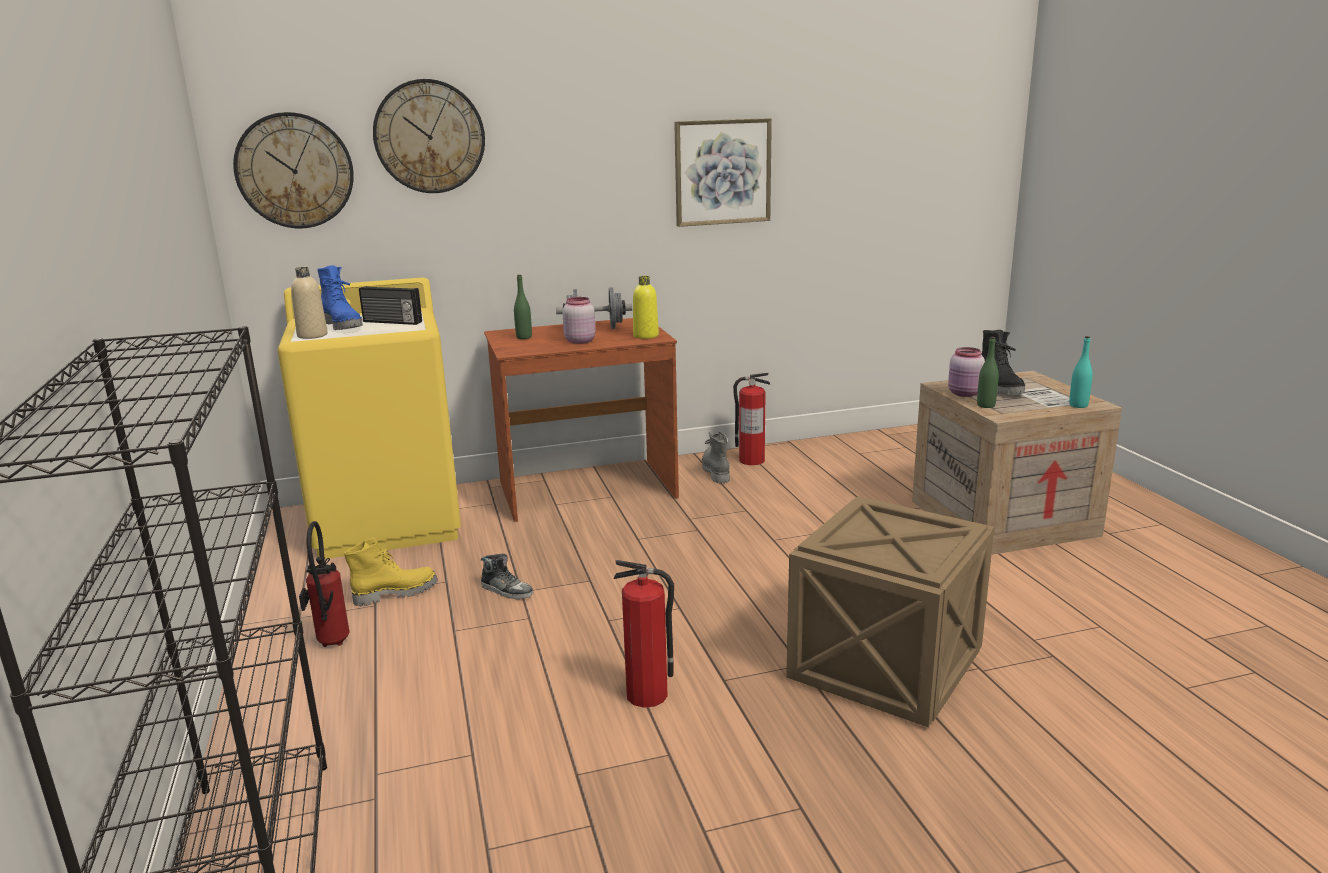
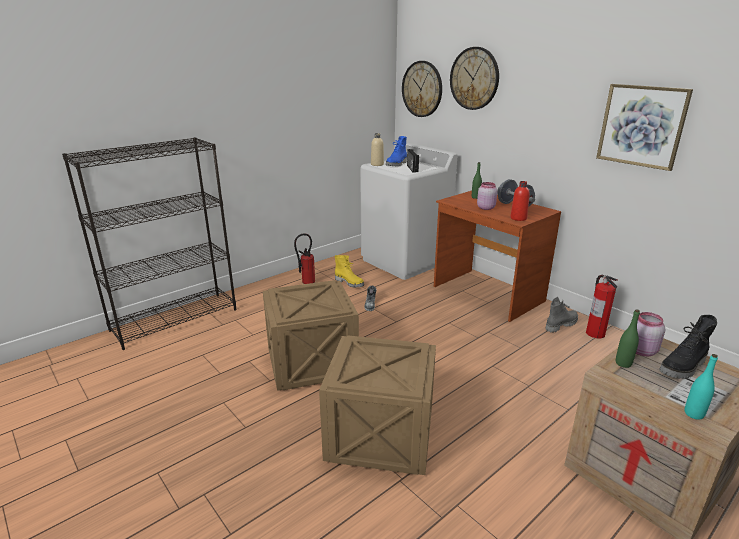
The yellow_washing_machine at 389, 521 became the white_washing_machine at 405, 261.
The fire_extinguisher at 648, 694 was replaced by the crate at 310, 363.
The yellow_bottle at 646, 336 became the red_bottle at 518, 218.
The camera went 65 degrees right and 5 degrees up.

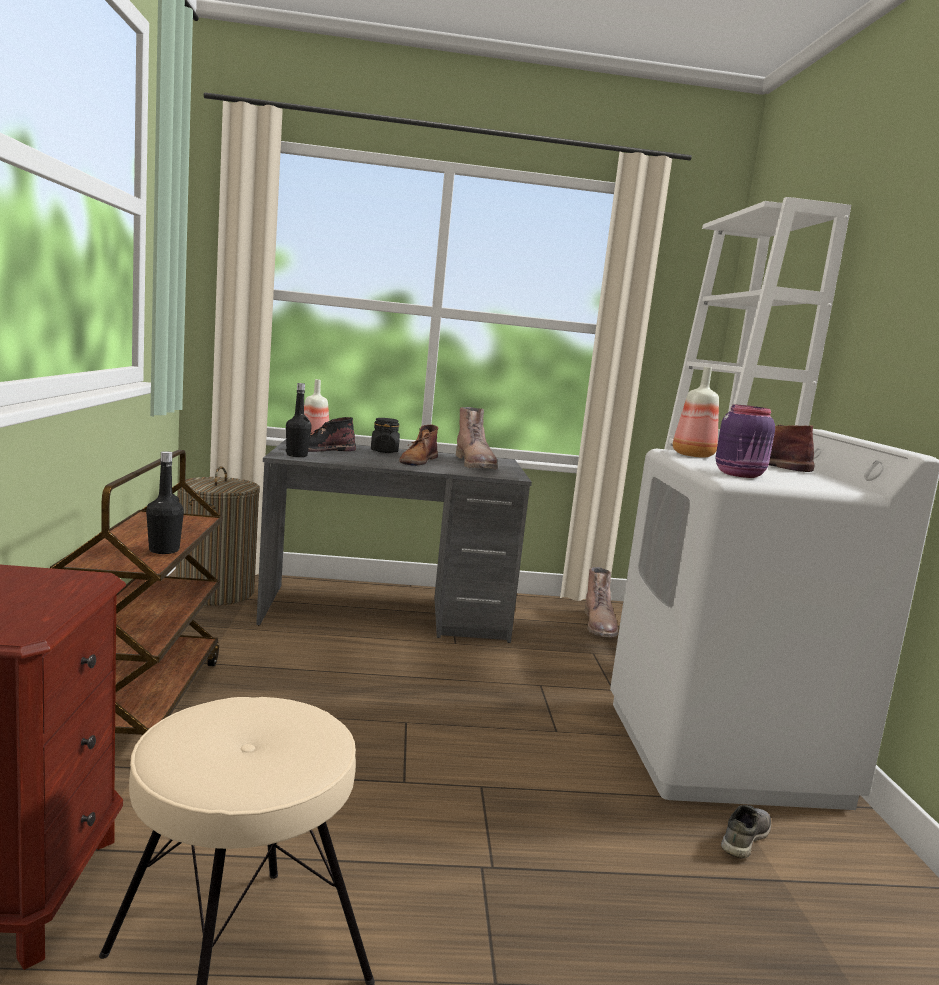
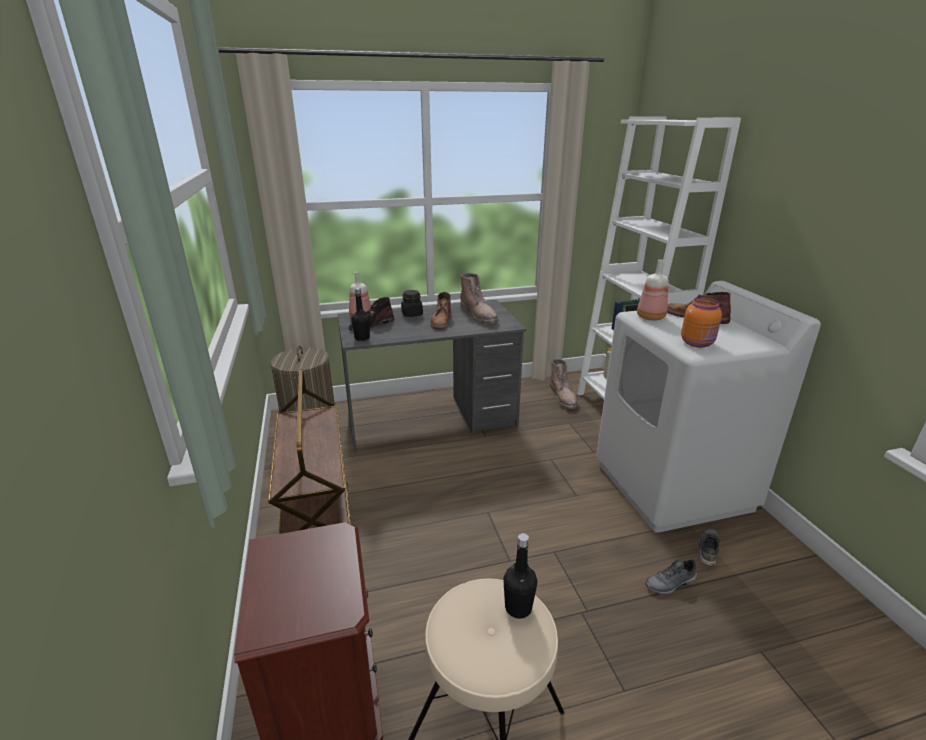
The black_bottle moved from 164, 550 to 518, 607.
The purple_jar at 741, 475 became the orange_jar at 698, 343.
The grey_shoe at 671, 583 appeared.
The camera went 10 degrees left and 15 degrees up.

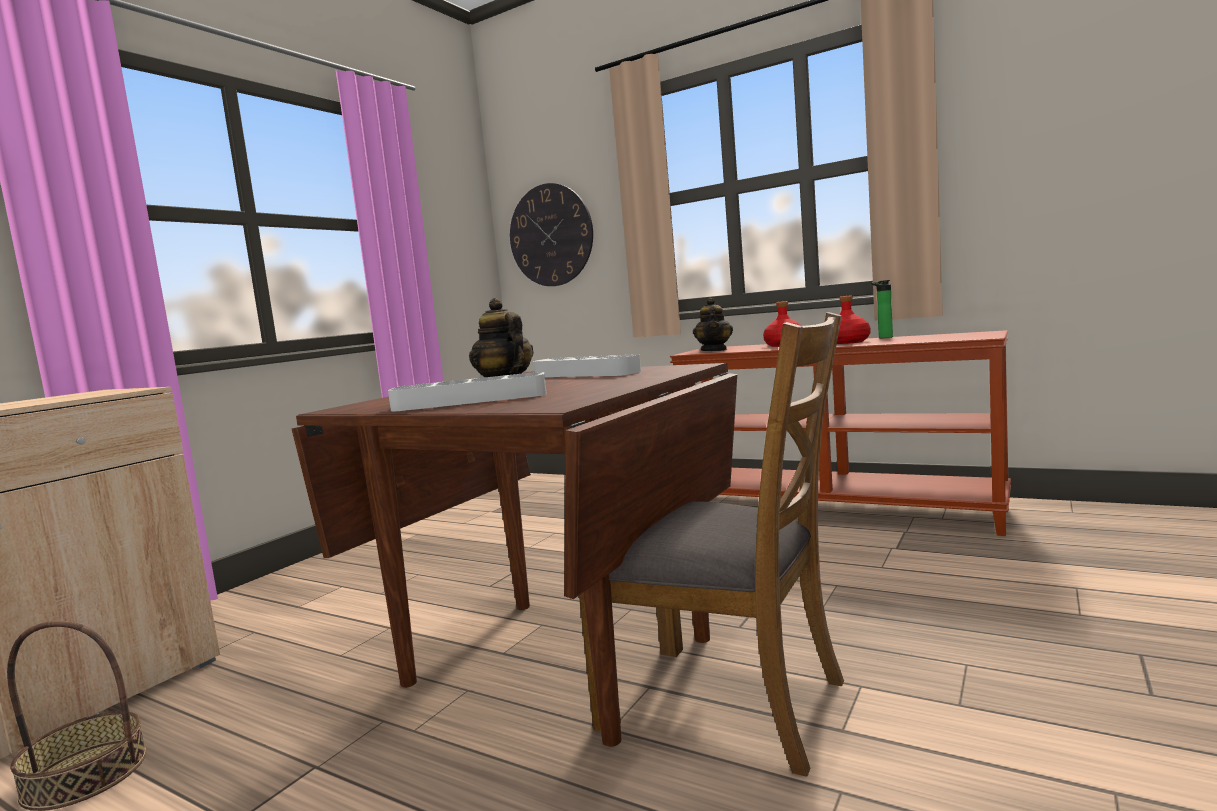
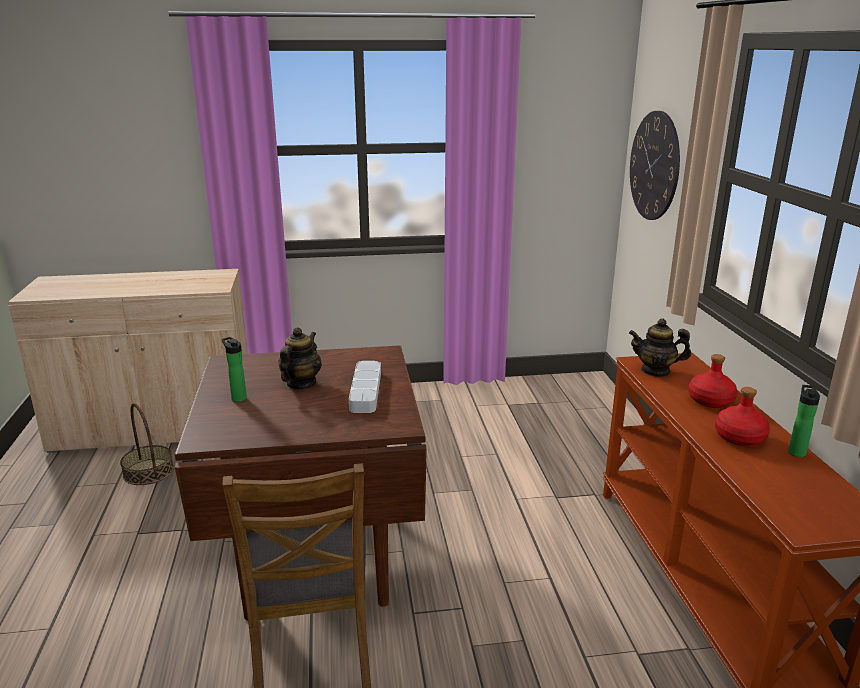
The grey_tray at 470, 401 was replaced by the bottle at 237, 398.
The teapot at 714, 350 turned 45 degrees clockwise.
The camera went 50 degrees right and 15 degrees up.

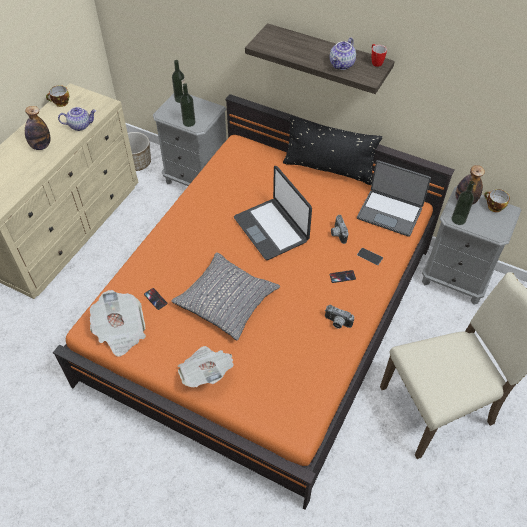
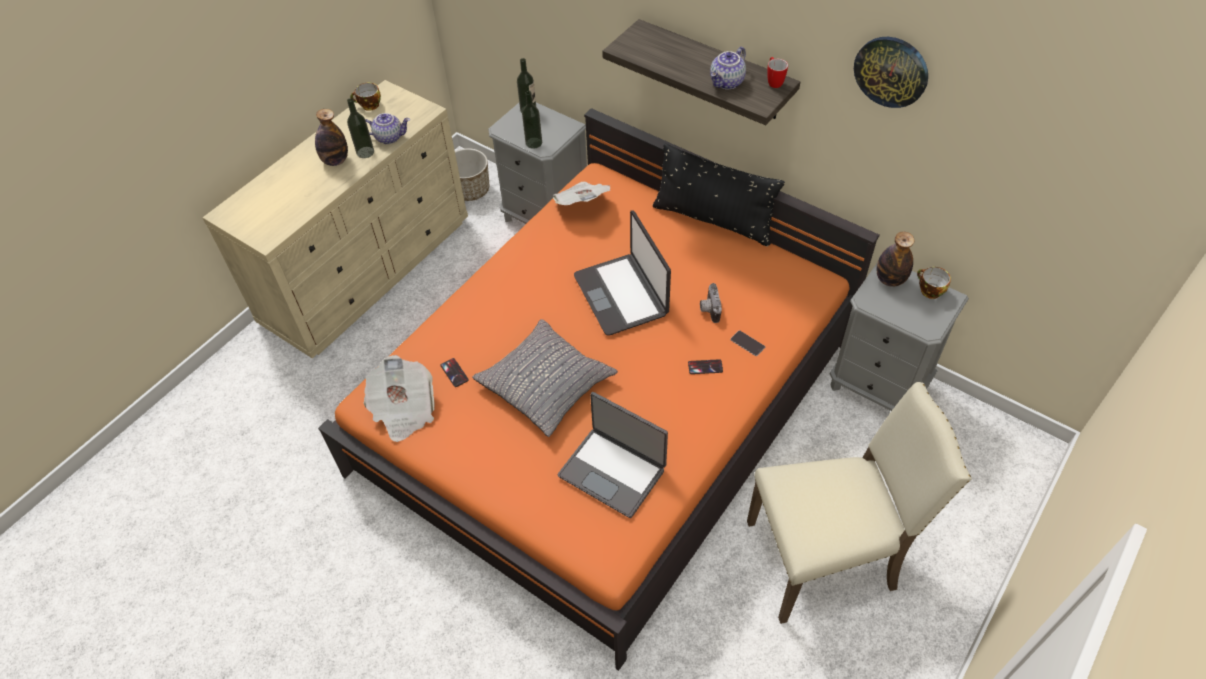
The newspaper moved from 206, 372 to 582, 204.
The photo_camera at 337, 323 disappeared.
The laptop moved from 390, 213 to 613, 471.
The bottle moved from 458, 219 to 365, 152.
The wall_clock at 891, 71 appeared.
The camera went 10 degrees right and 0 degrees up.

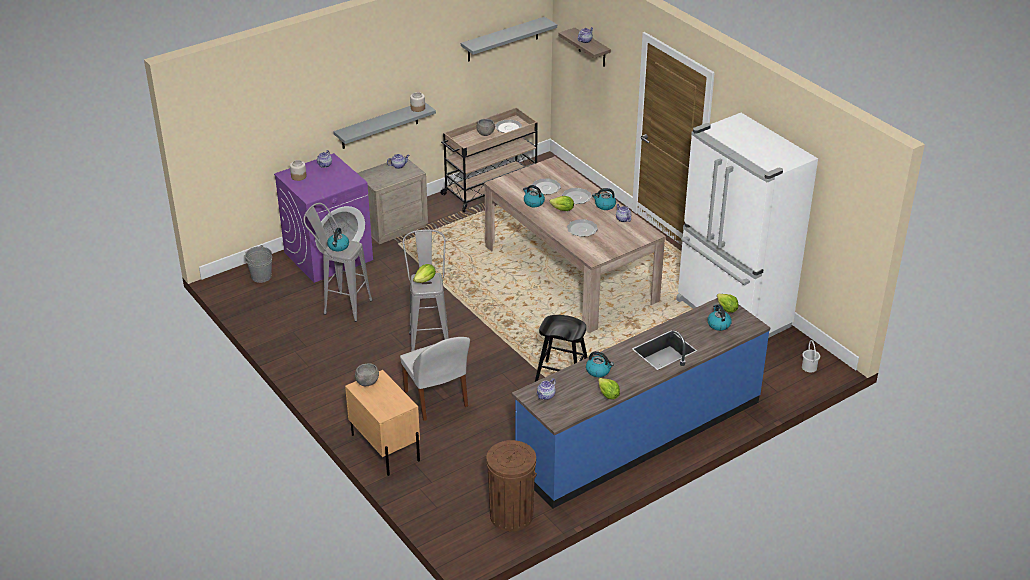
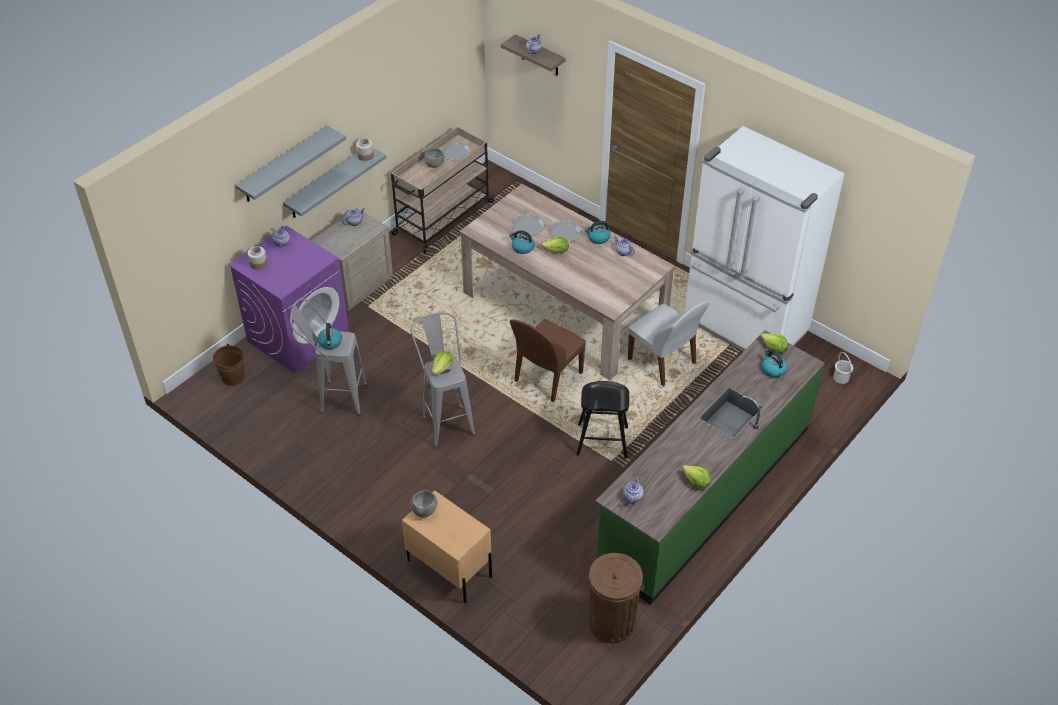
The grey_bucket at 261, 276 became the brown_bucket at 233, 377.
The white_chair moved from 436, 400 to 663, 362.
The grey_shelf moved from 503, 39 to 284, 165.
The blue_counter at 639, 435 became the green_counter at 704, 494.
The plate at 582, 229 disappeared.
The kettle at 598, 371 disappeared.
The brown_chair at 547, 378 appeared.
The camera went 15 degrees left and 10 degrees up.

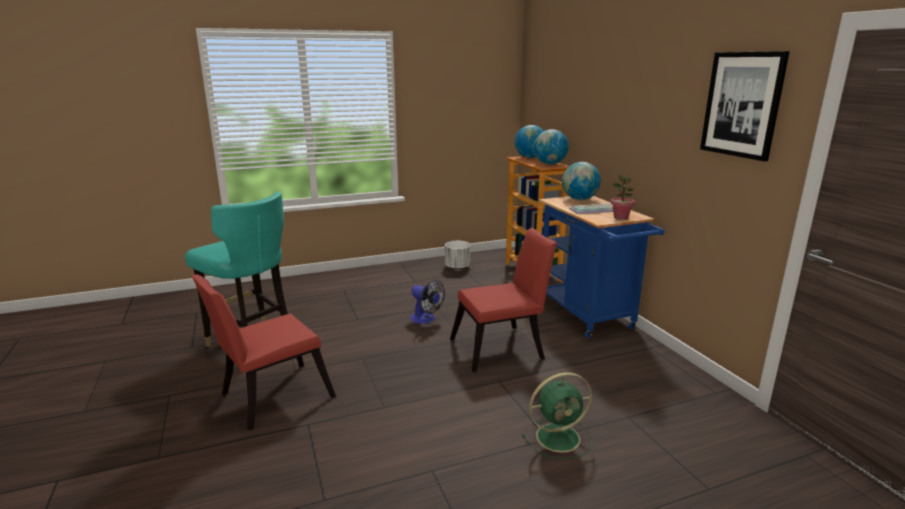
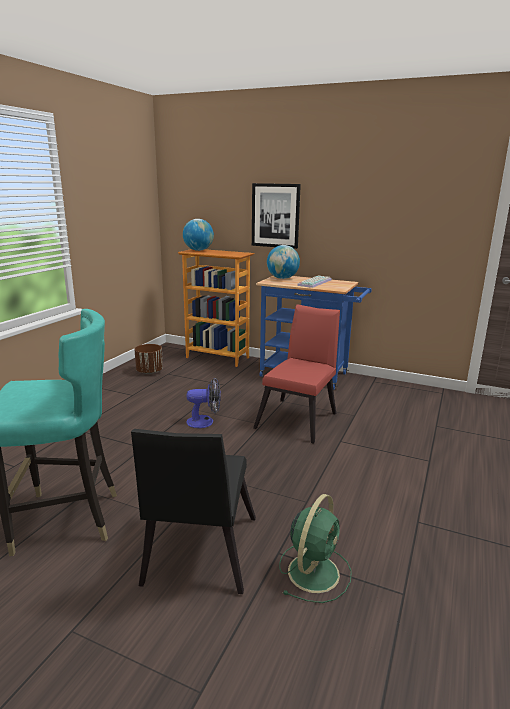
The red_chair at 270, 397 became the black_chair at 198, 555.
The white_planter at 457, 267 became the brown_planter at 150, 371.
The green_fan moved from 560, 437 to 314, 571.
The globe at 549, 164 disappeared.
The potted_plant at 621, 218 disappeared.
The picture moved from 742, 104 to 275, 215.
The camera went 45 degrees left and 0 degrees up.

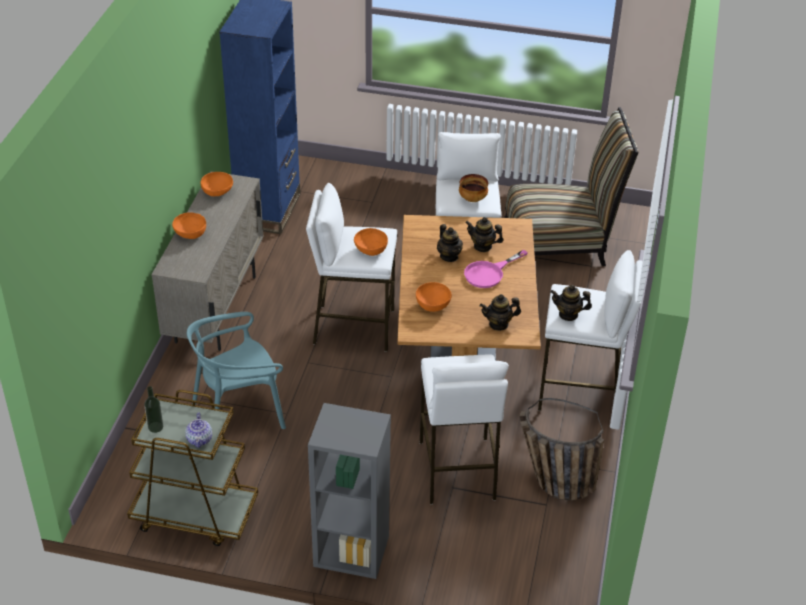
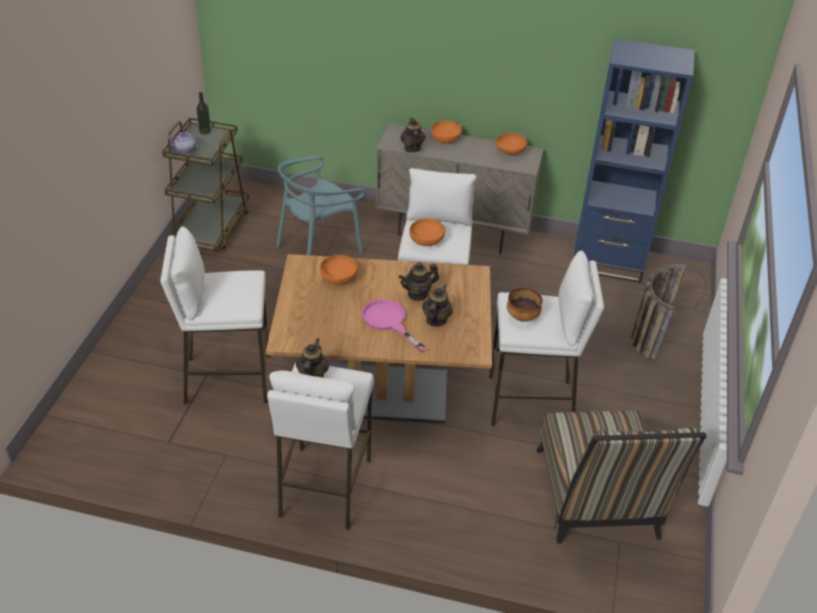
The turquoise_chair at 238, 413 turned 105 degrees counterclockwise.
The grey_bookcase at 350, 552 disappeared.
The teapot moved from 499, 324 to 412, 148.
The basket moved from 551, 482 to 652, 336.
The camera went 90 degrees right and 0 degrees up.

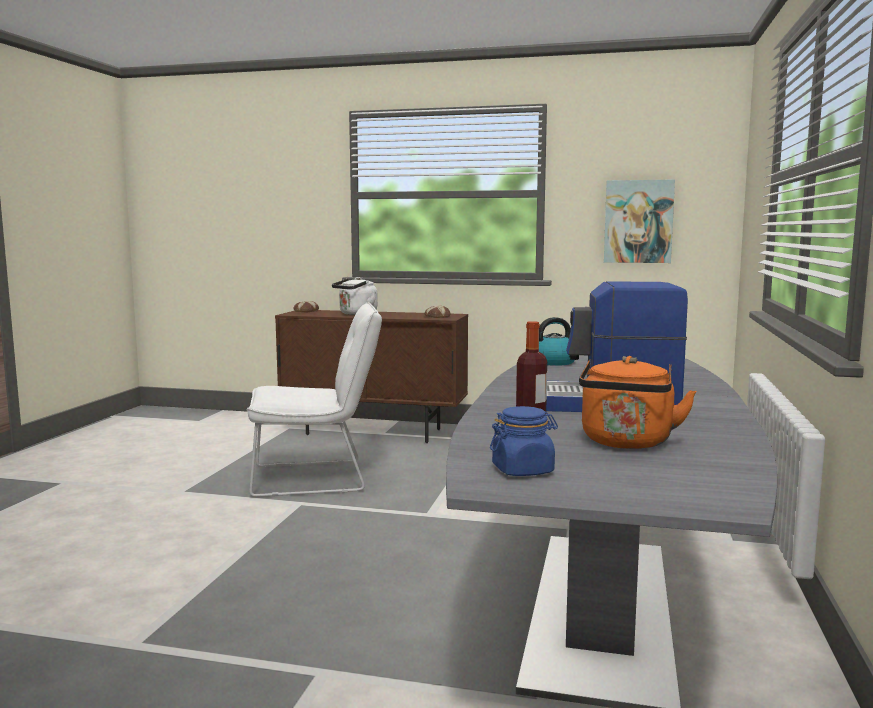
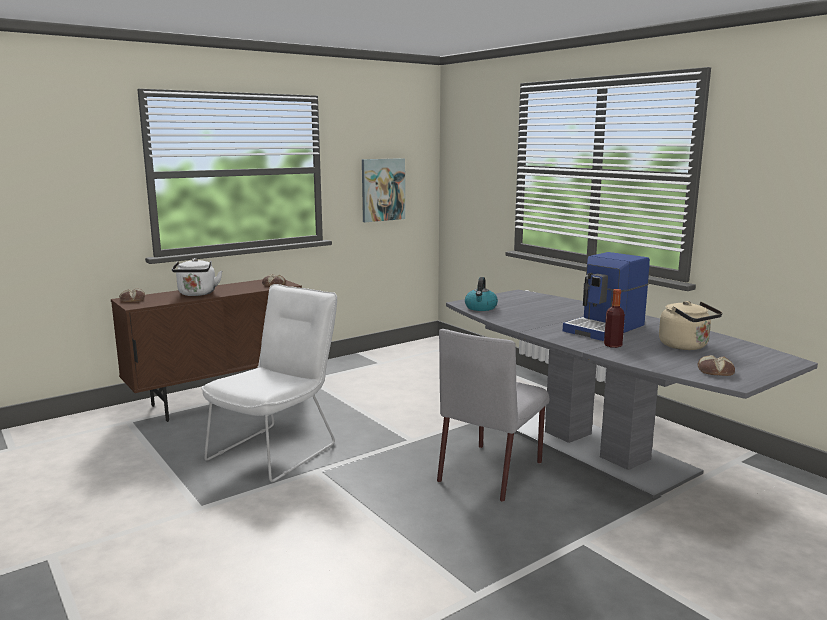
The blue_jar at 523, 470 was replaced by the bread at 715, 372.
The orange_kettle at 626, 443 became the beige_kettle at 686, 346.
The grey_chair at 491, 471 appeared.
The camera went 50 degrees left and 5 degrees up.

